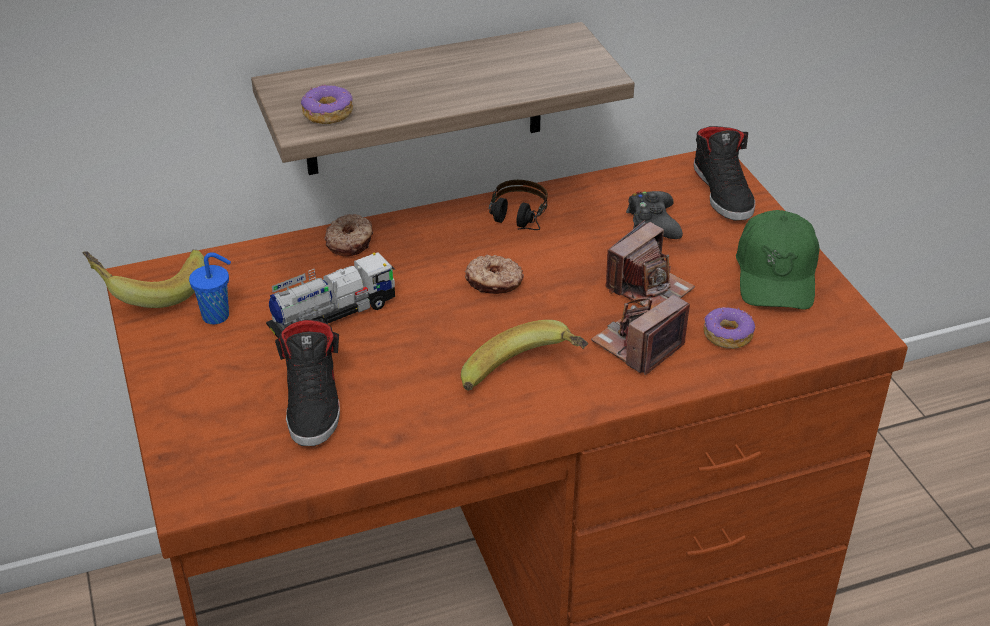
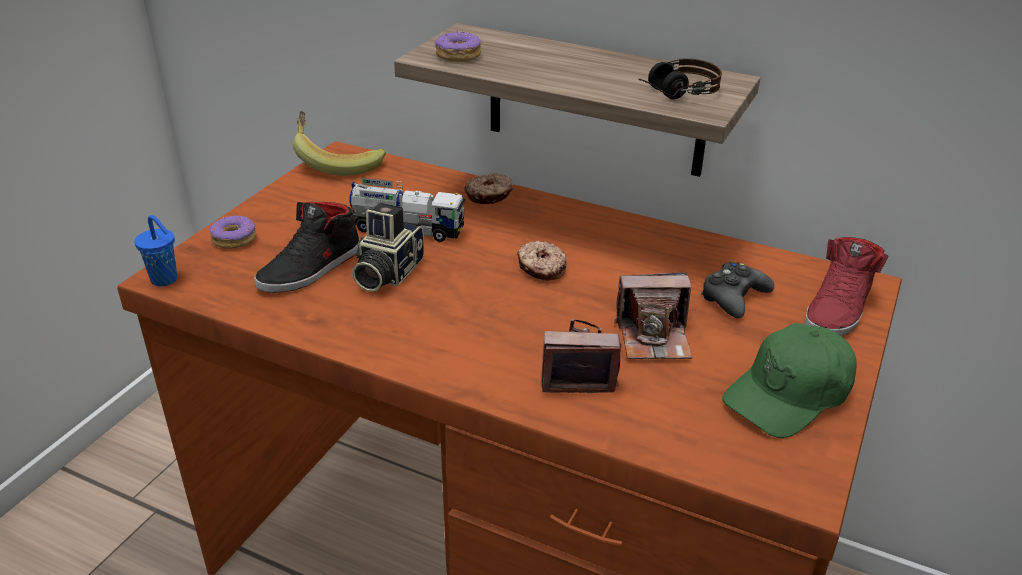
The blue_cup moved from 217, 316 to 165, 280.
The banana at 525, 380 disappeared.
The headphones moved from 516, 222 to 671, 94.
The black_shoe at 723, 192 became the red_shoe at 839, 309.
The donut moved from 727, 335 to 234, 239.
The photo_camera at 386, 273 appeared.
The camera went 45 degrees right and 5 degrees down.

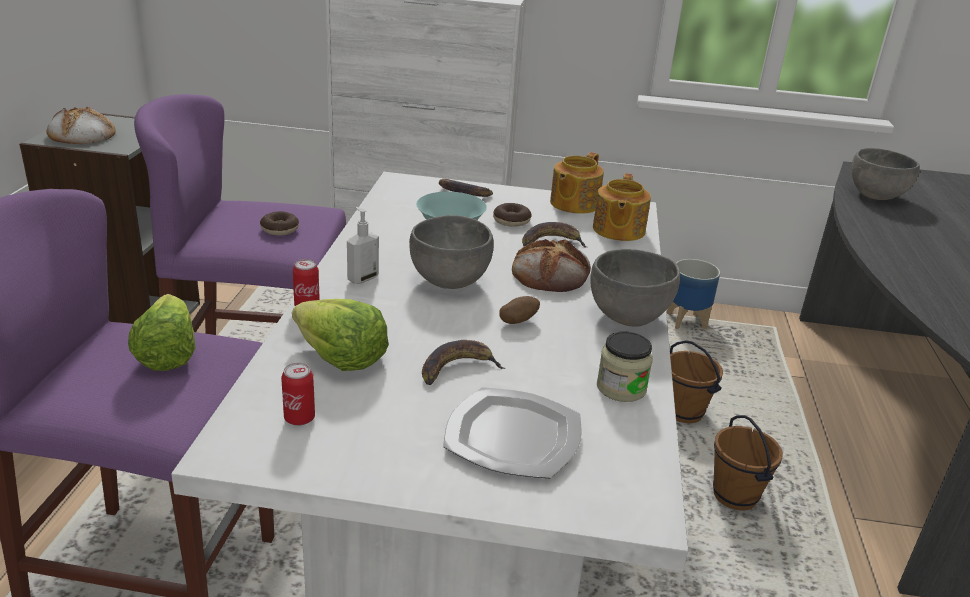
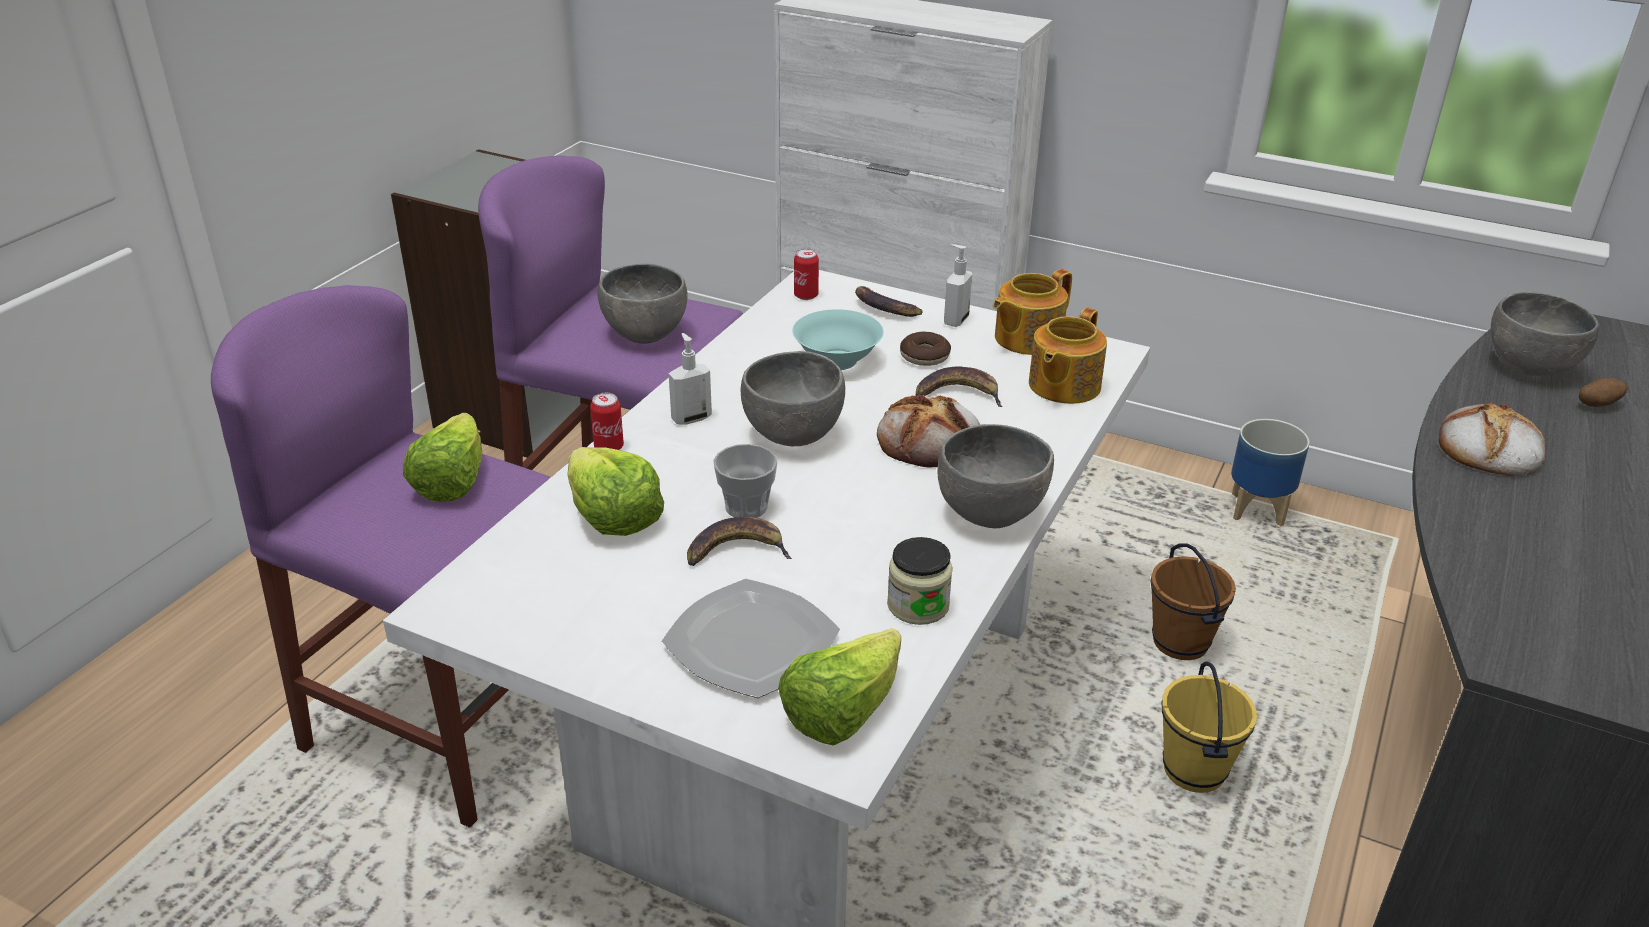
The bread moved from 81, 135 to 1487, 449.
The donut at 280, 229 was replaced by the grey_bowl at 645, 334.
The can moved from 299, 418 to 806, 296.
The potato moved from 518, 321 to 1597, 405.
The brown_bucket at 735, 496 became the yellow_bucket at 1195, 771.
The cup at 746, 507 appeared.
The lettuce at 841, 713 appeared.
The soap_dispenser at 955, 320 appeared.
The camera went 20 degrees right and 5 degrees up.

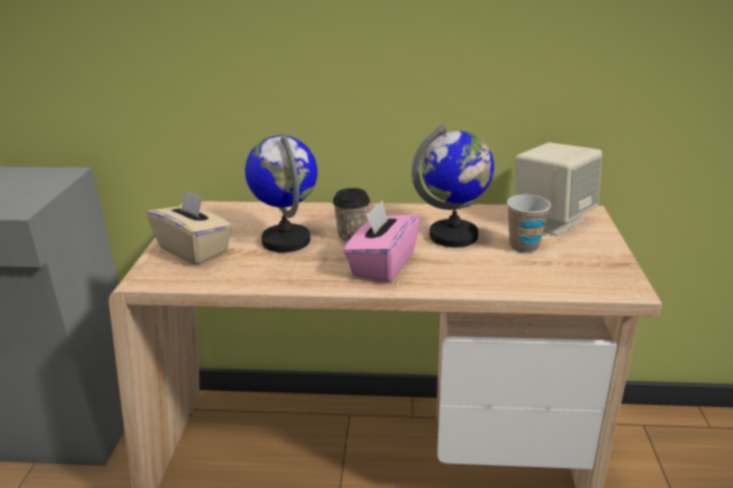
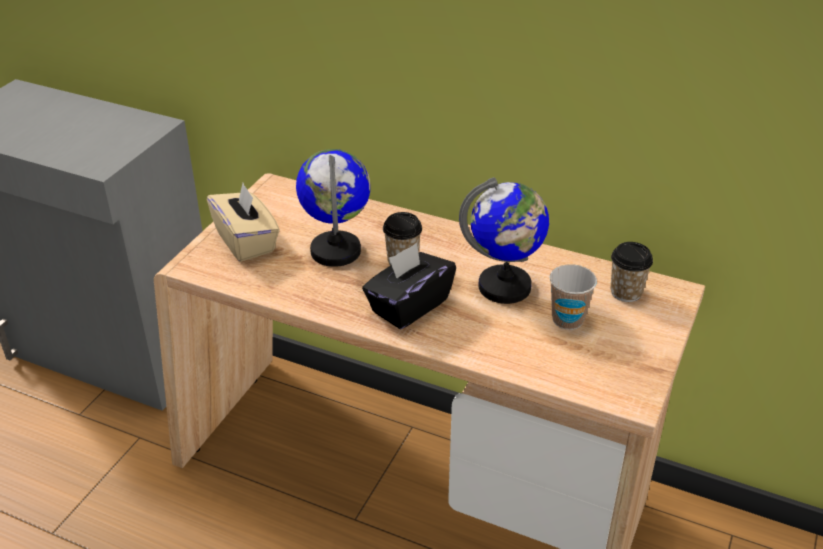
The pink_tissue_box at 382, 265 became the black_tissue_box at 409, 306.
The beige_speaker at 551, 220 was replaced by the cup at 626, 292.
The camera went 20 degrees right and 10 degrees up.

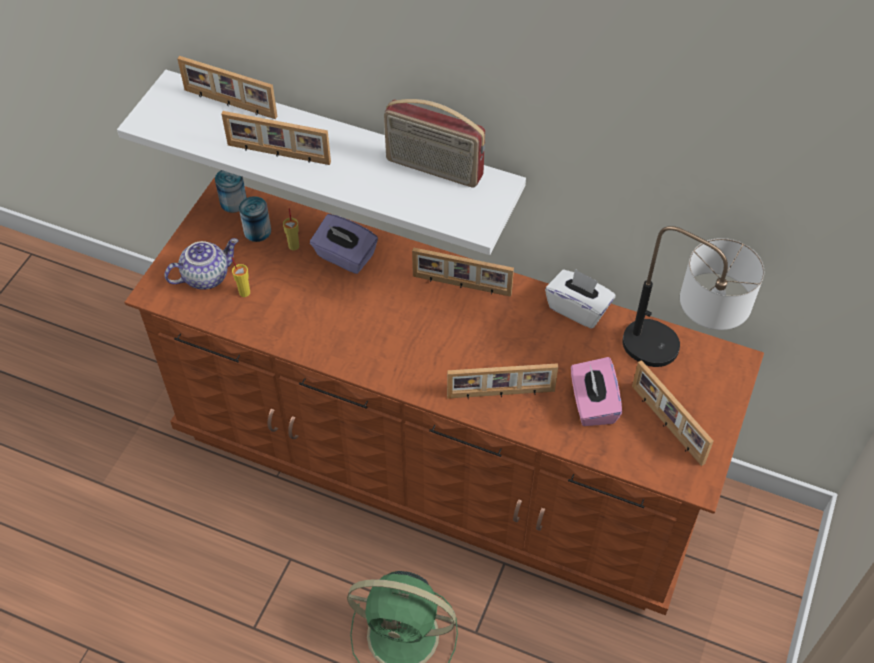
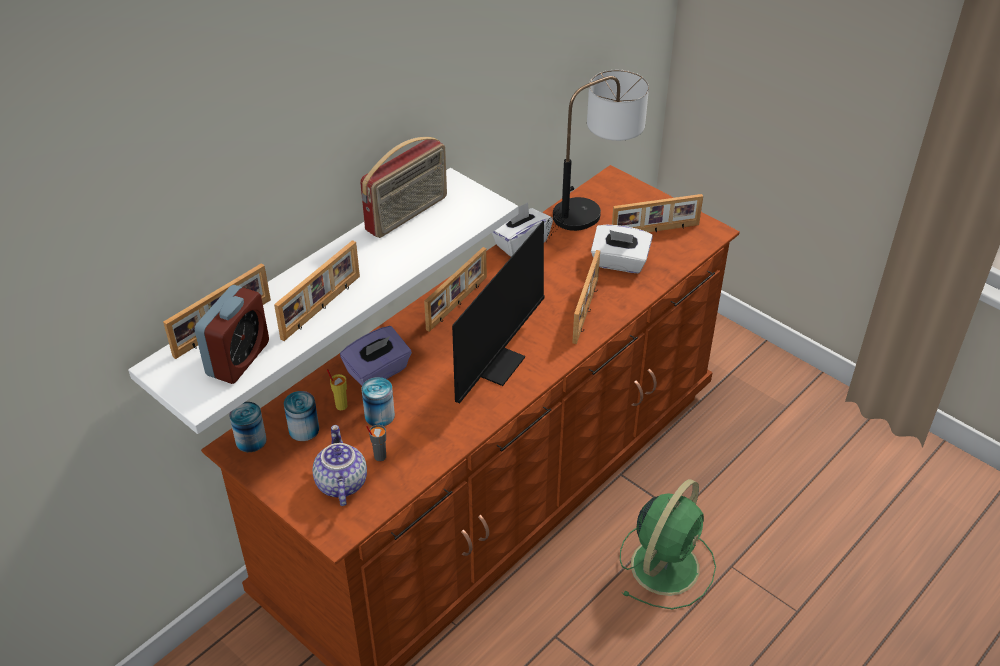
The yellow_cup at 244, 292 became the grey_cup at 379, 456.
The pink_tissue_box at 592, 404 became the white_tissue_box at 619, 263.
The alarm_clock at 238, 359 appeared.
The can at 379, 415 appeared.
The monitor at 500, 358 appeared.
The camera went 70 degrees left and 10 degrees down.

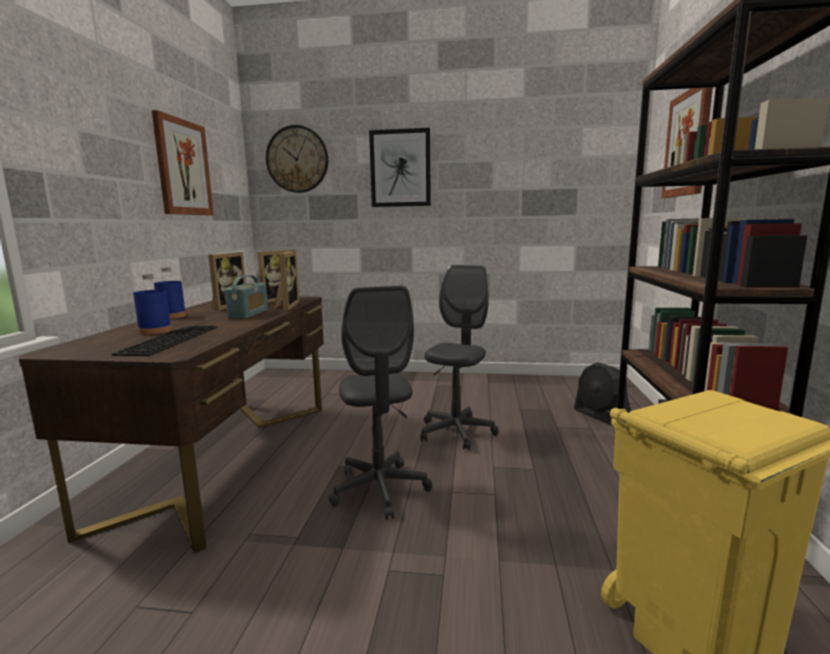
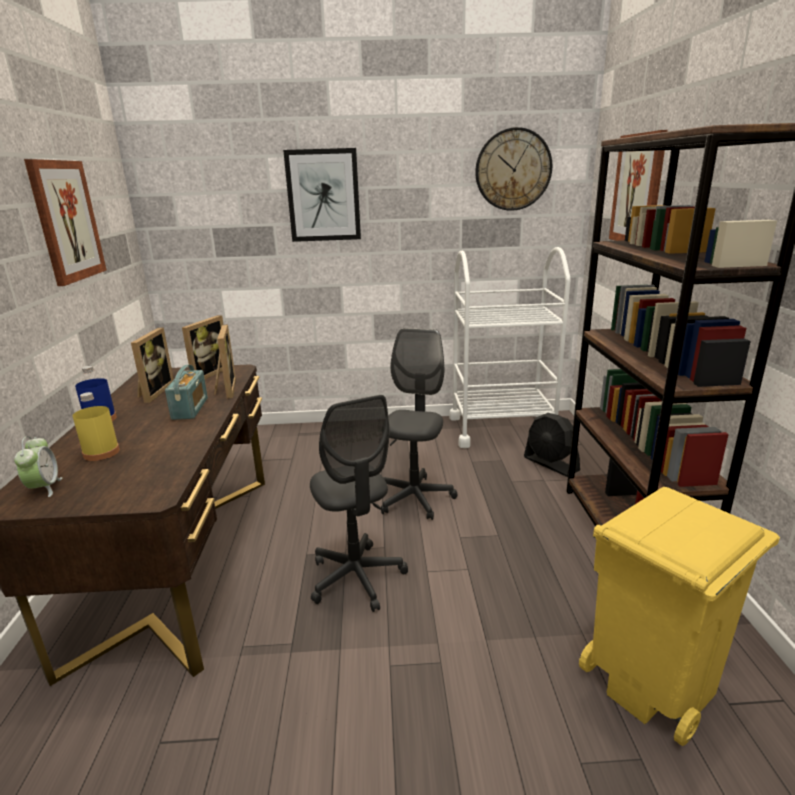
The keyboard at 169, 339 disappeared.
The blue_bottle at 155, 331 became the yellow_bottle at 101, 452.
The wall_clock moved from 297, 159 to 513, 170.
The alarm_clock at 44, 488 appeared.
The white_cart at 501, 429 appeared.
The camera went 10 degrees left and 10 degrees up.

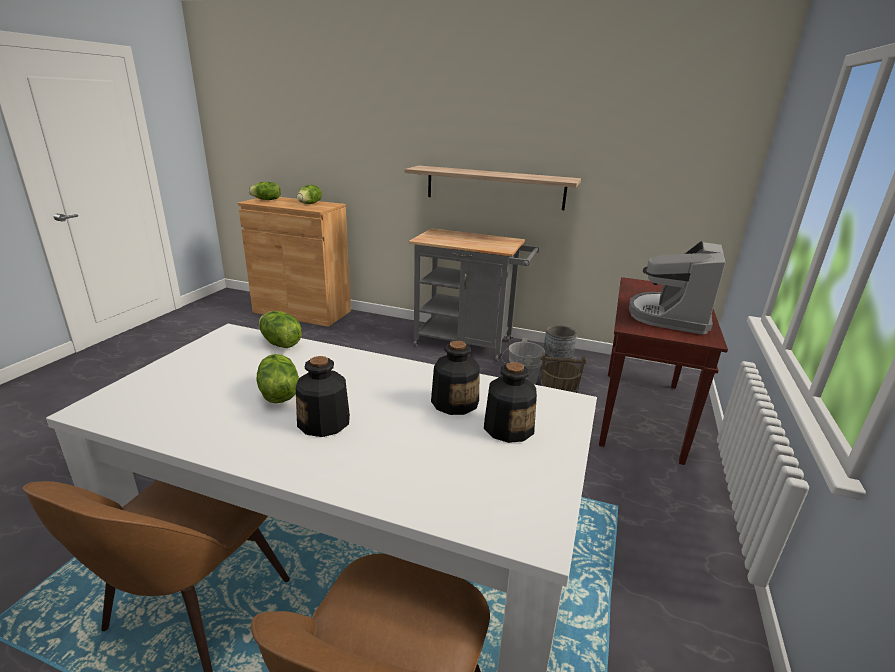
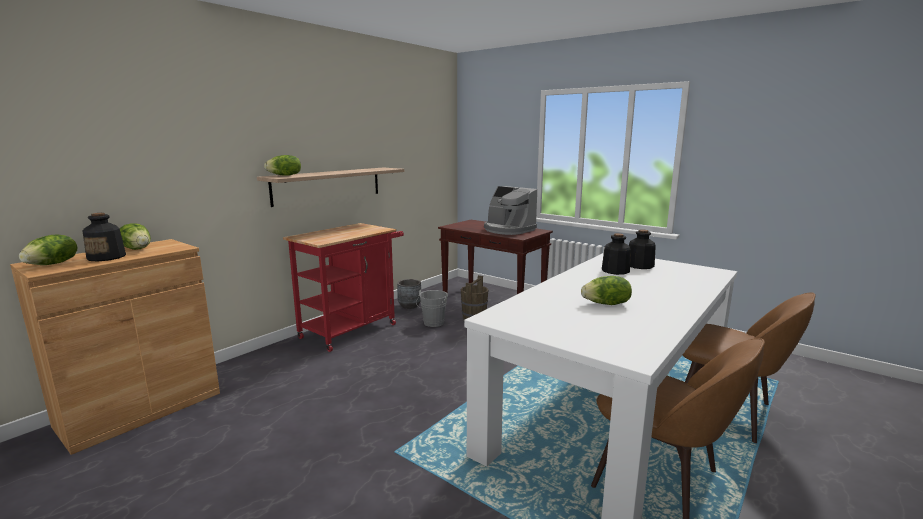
The lettuce moved from 280, 343 to 285, 175.
The bottle moved from 324, 423 to 107, 257.
The grey_cart at 469, 344 became the red_cart at 353, 329.
The camera went 70 degrees left and 10 degrees down.

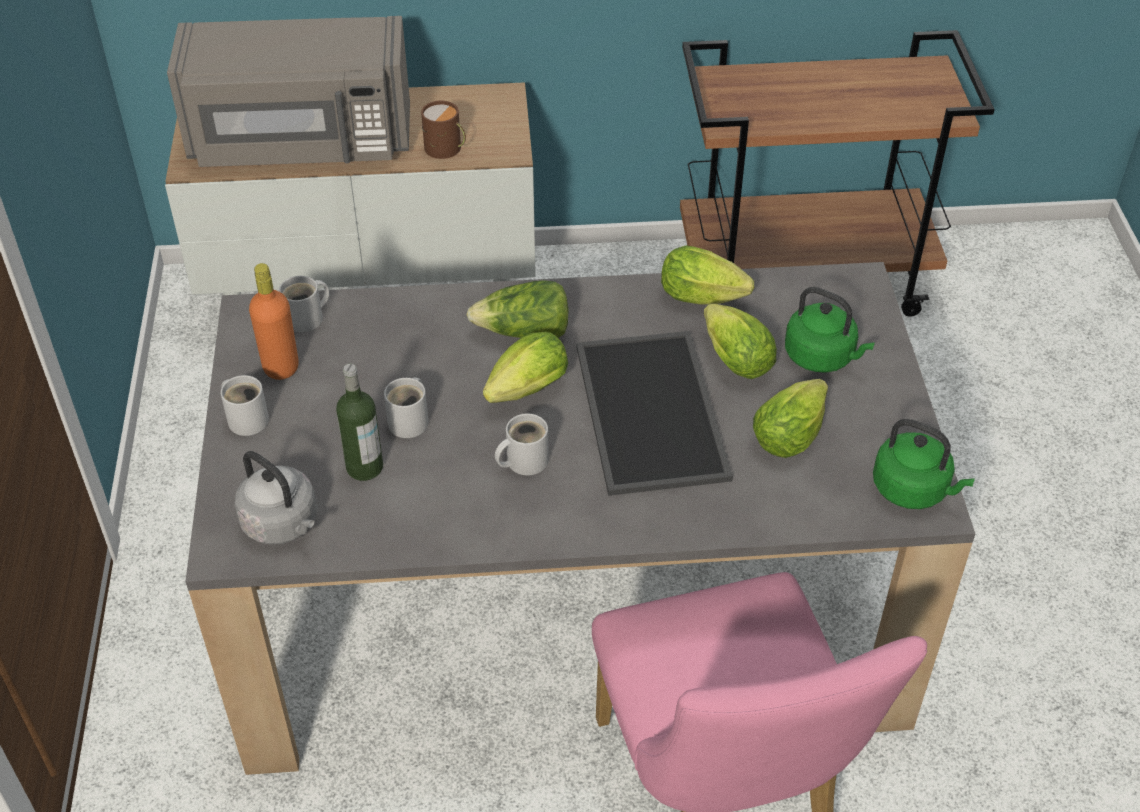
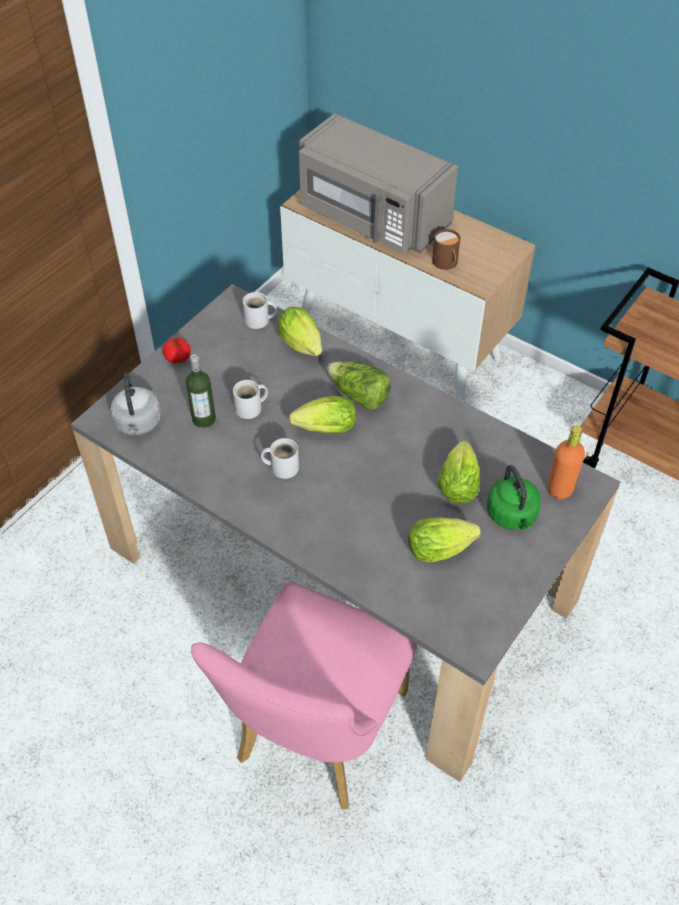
The white_mug at 247, 418 was replaced by the tomato at 177, 357.
The orange_bottle moved from 281, 367 to 560, 489.
The tray at 654, 413 disappeared.
The lettuce moved from 706, 298 to 303, 347.
The green_kettle at 913, 490 disappeared.
The camera went 40 degrees right and 5 degrees up.

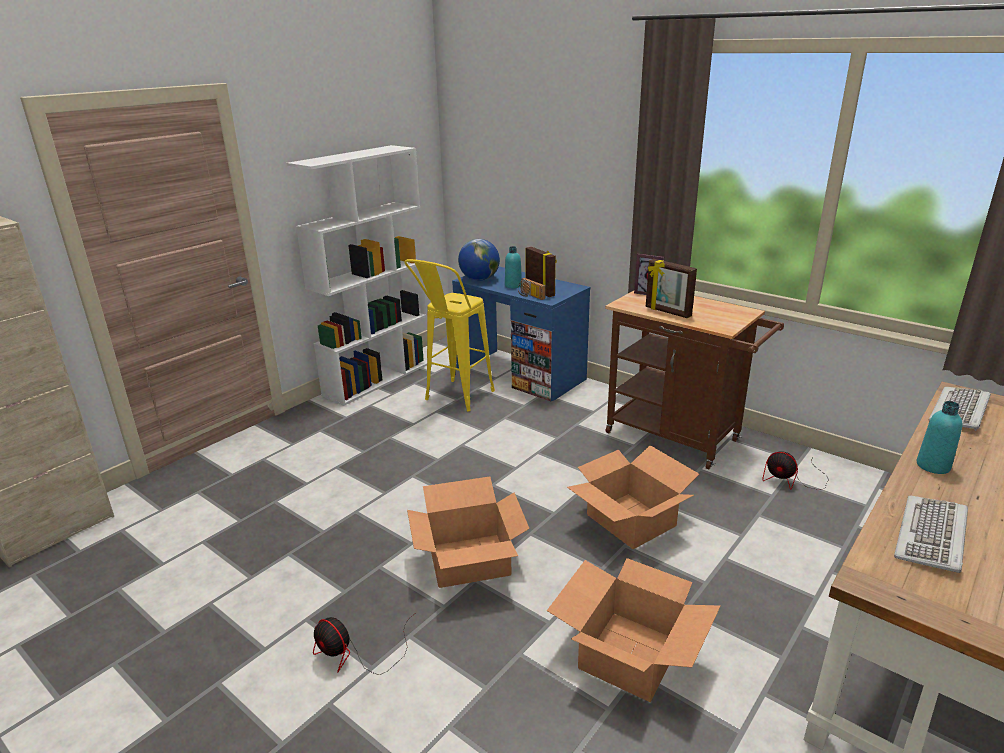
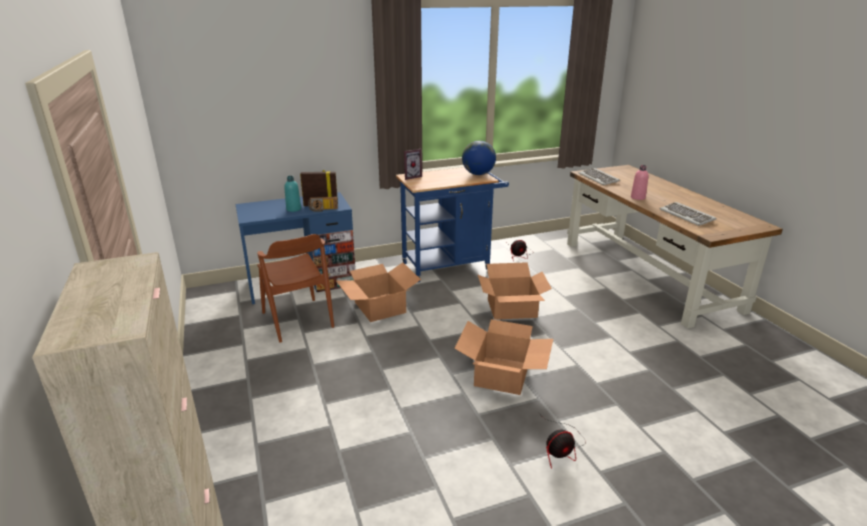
The white_bookcase at 378, 378 disappeared.
The yellow_stool at 454, 400 was replaced by the brown_chair at 297, 320.
The globe moved from 479, 279 to 478, 174.
The cardboard_box moved from 629, 654 to 379, 307.
The brown_cart at 679, 439 became the blue_cart at 451, 265.
The picture_frame at 667, 312 disappeared.
The turquoise_bottle at 933, 466 became the pink_bottle at 638, 197.
The camera went 60 degrees left and 0 degrees up.

